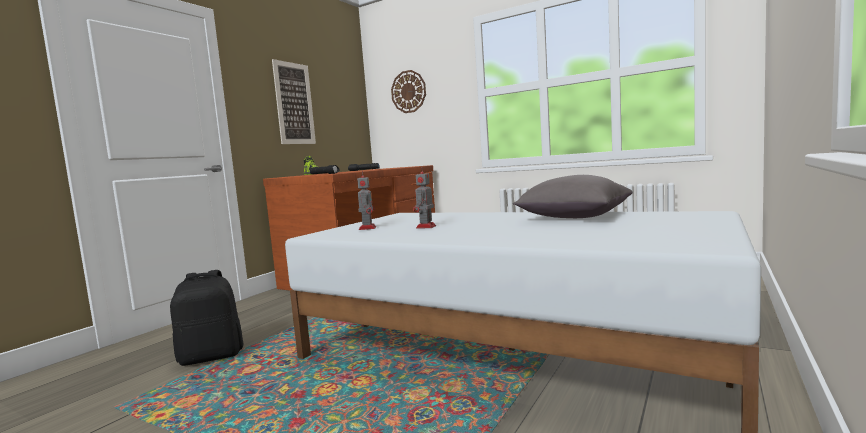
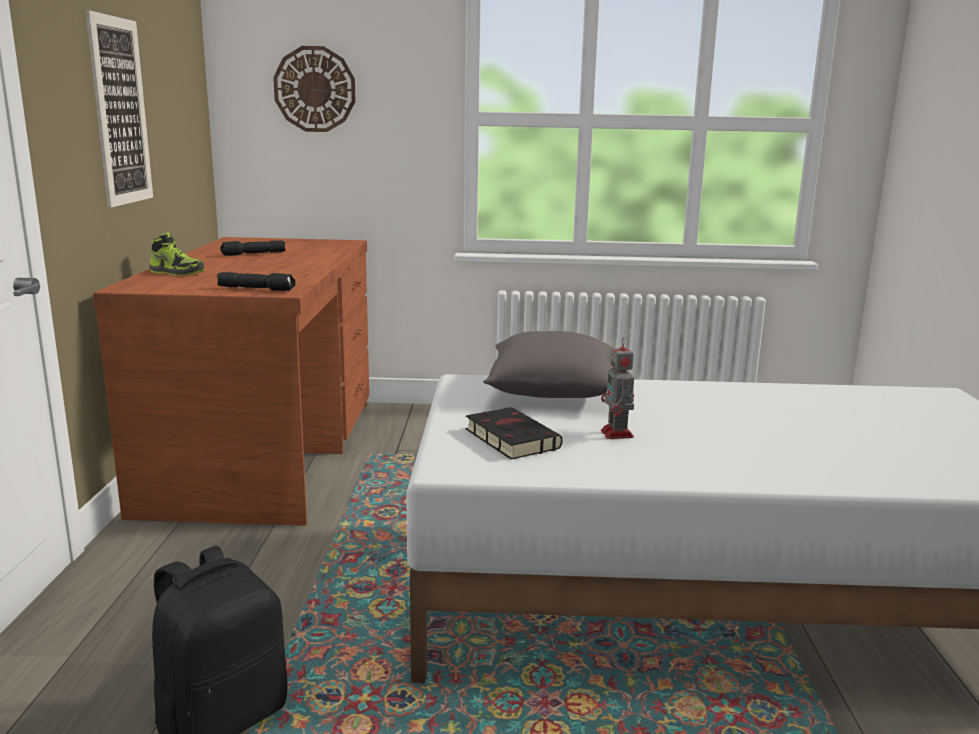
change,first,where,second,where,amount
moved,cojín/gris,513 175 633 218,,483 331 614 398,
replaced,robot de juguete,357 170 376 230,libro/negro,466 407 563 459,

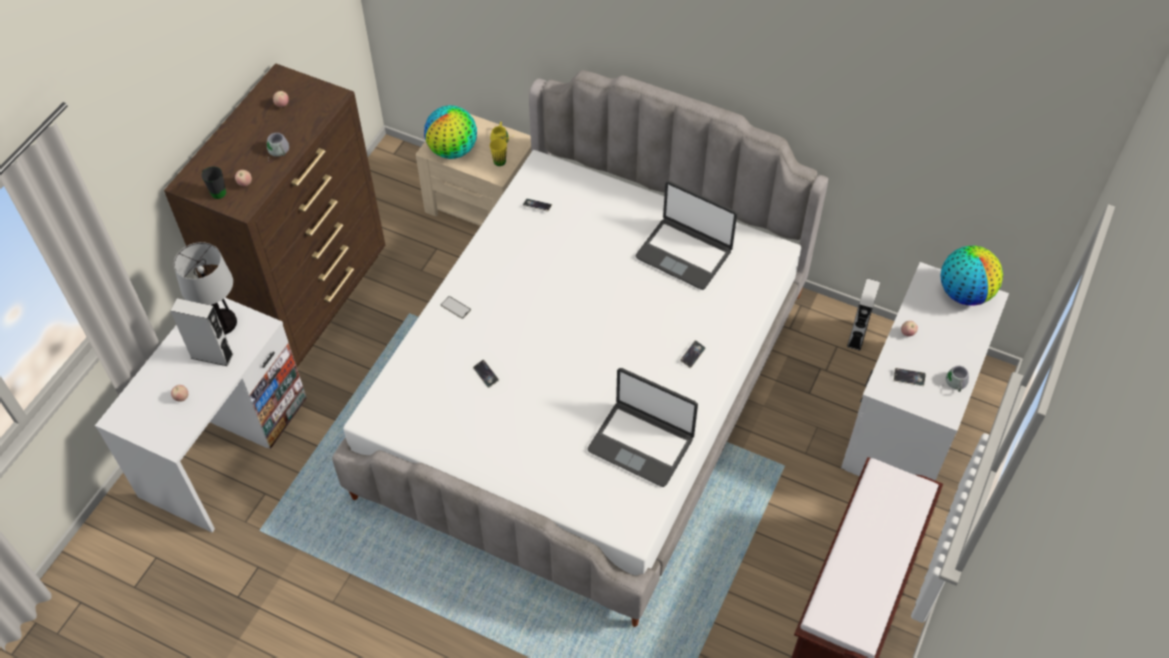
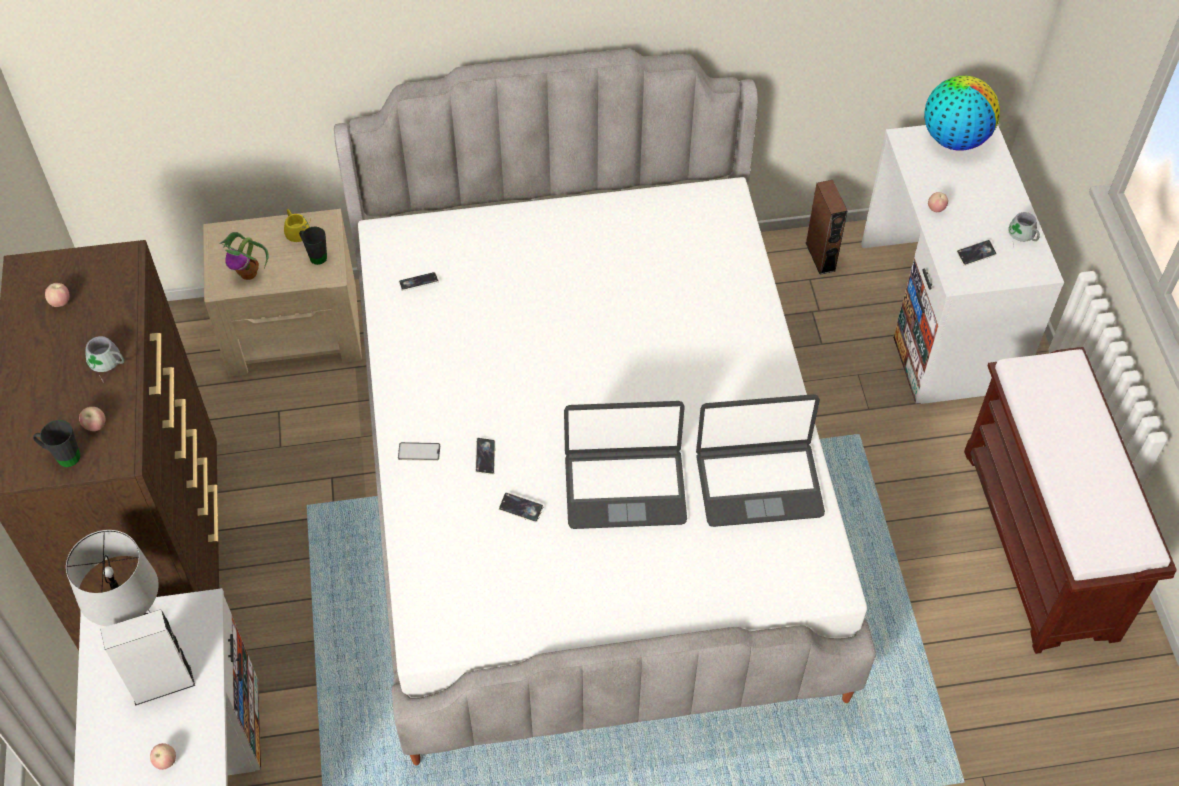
change,first,where,second,where,amount
moved,portátil,636 181 737 290,,564 401 687 529,
moved,móvil,680 340 706 368,,475 438 495 475,
replaced,globo terráqueo,424 105 477 159,planta en maceta,219 232 269 280,
recoloured,taza grande/amarillo,490 138 507 166,taza grande/negro,299 227 327 265,
recoloured,altavoz/gris,847 278 880 351,altavoz/marrón,806 180 847 275,

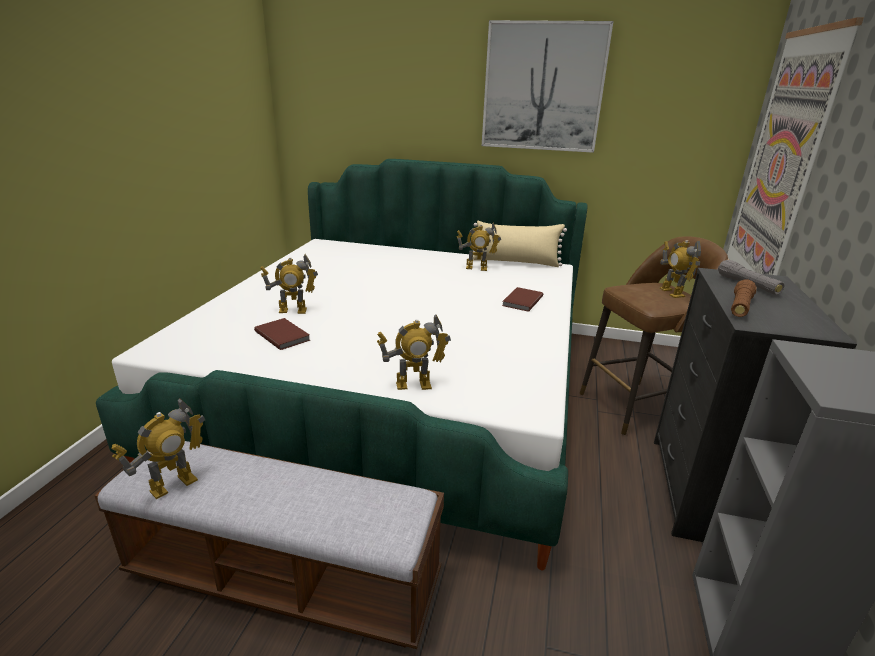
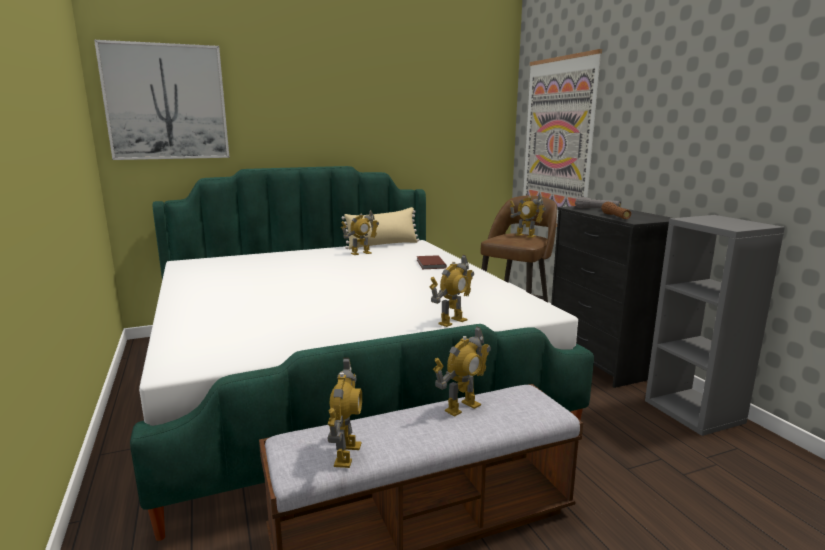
change,first,where,second,where,amount
removed,libro/marrón,254 318 310 350,,,
moved,robot de juguete,260 254 318 314,,433 326 491 417,
moved,cuadro,482 20 613 153,,94 40 230 160,

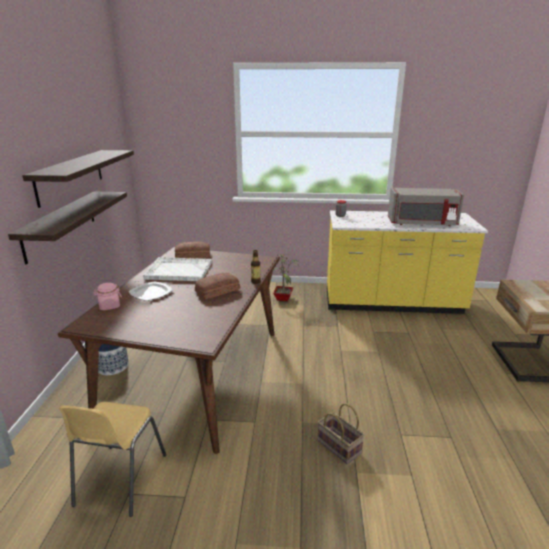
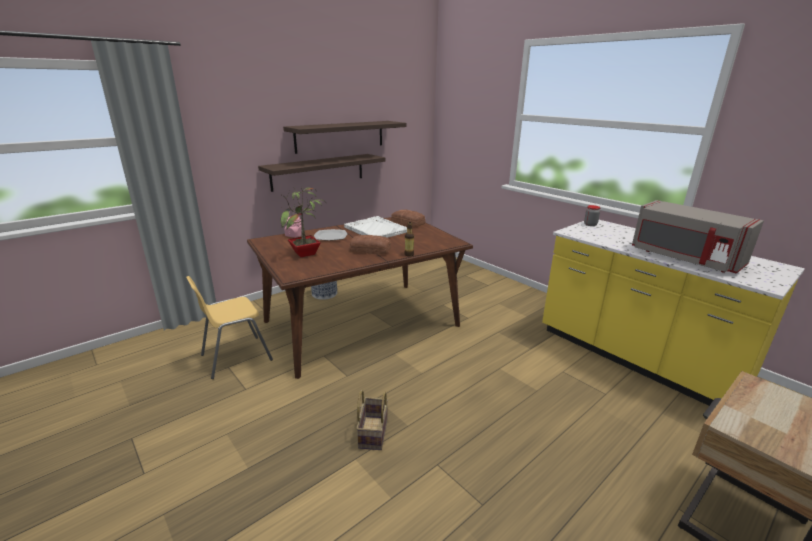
change,first,where,second,where,amount
moved,planta en maceta,273 254 299 301,,280 185 325 257,

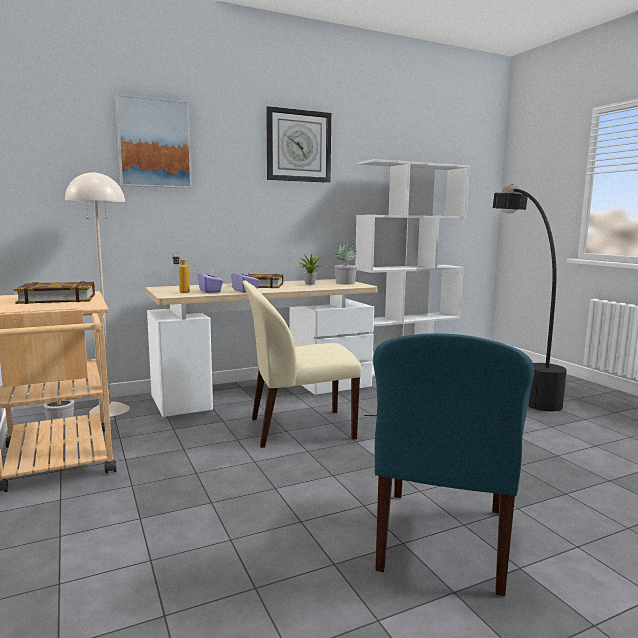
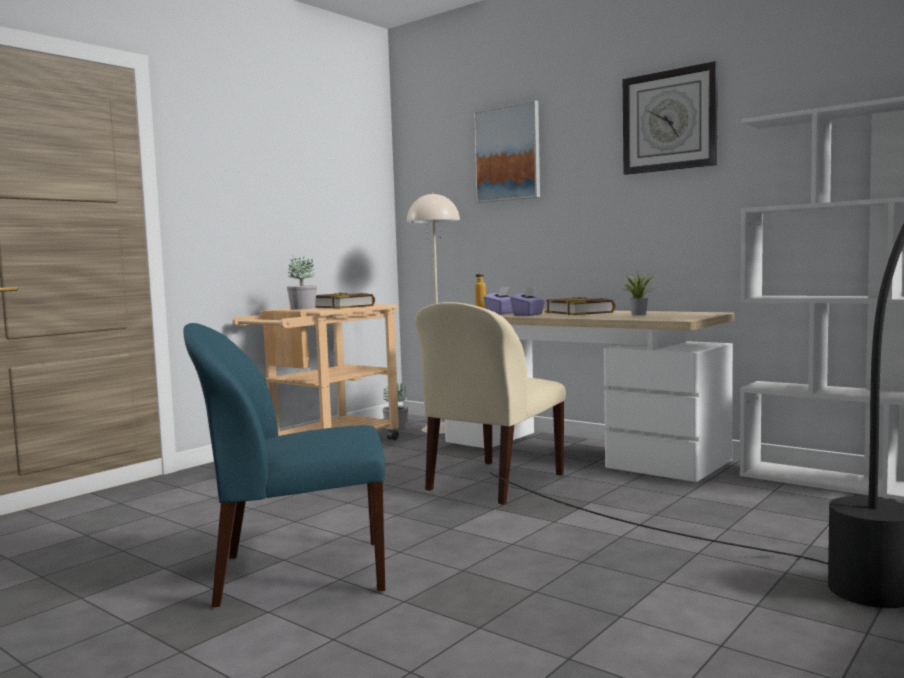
change,first,where,second,where,amount
moved,planta en maceta,334 242 357 285,,287 257 317 310,
turned,silla/beis,243 281 362 448,,415 302 566 505,105 degrees counterclockwise

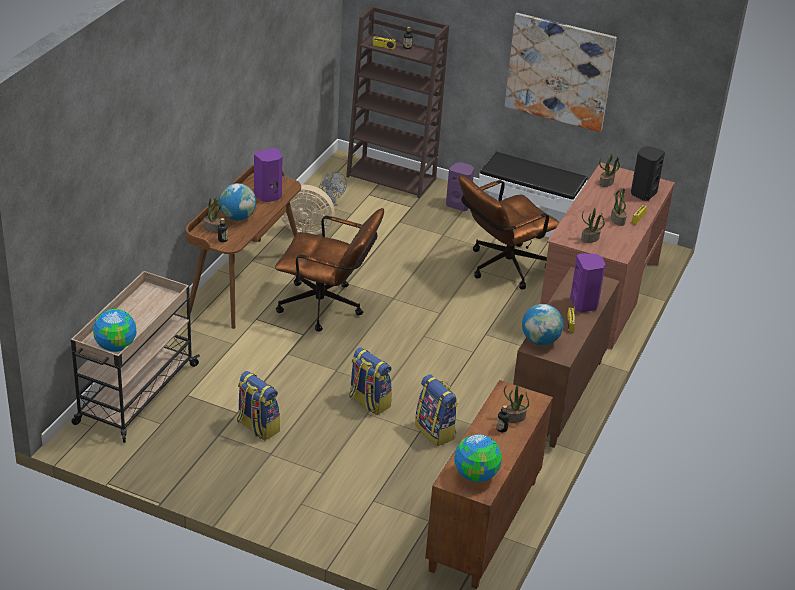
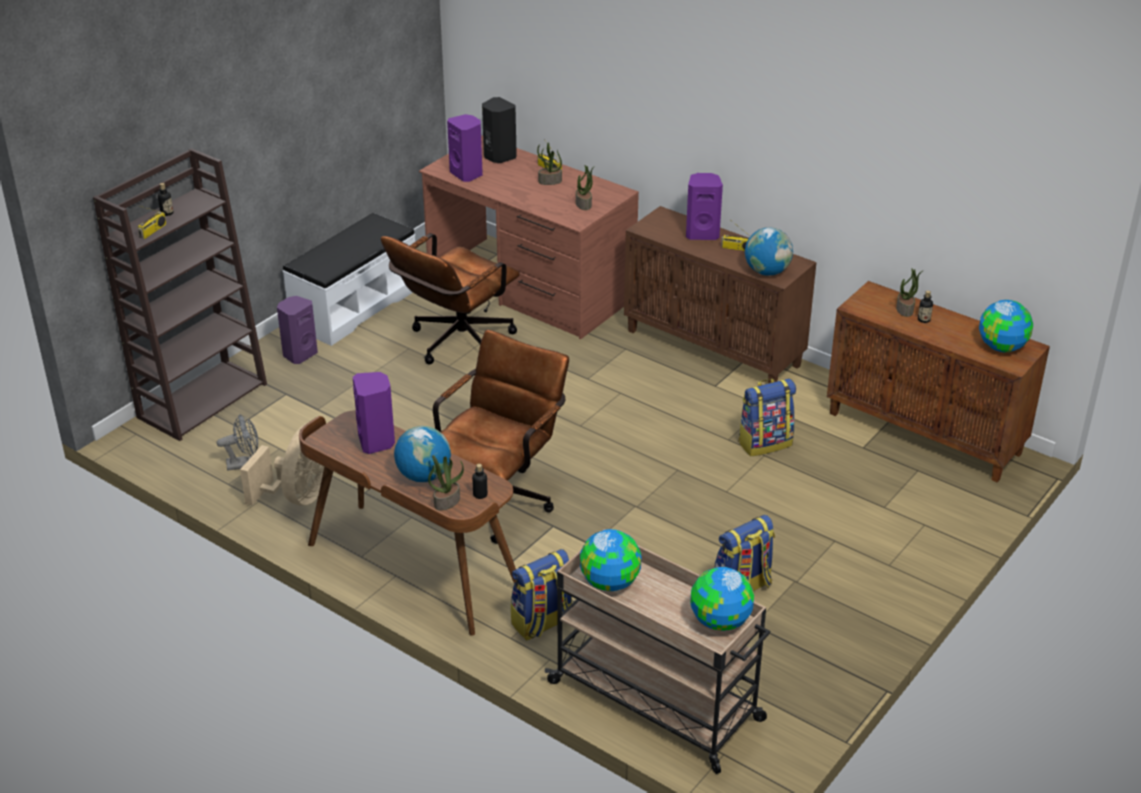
change,first,where,second,where,amount
removed,cuadro,505 13 617 132,,,
added,,,globo terráqueo,580 529 641 591,
moved,mochila,349 347 392 415,,511 549 572 641,
replaced,planta en maceta,599 153 620 187,altavoz/morado,447 114 482 182,
turned,silla de oficina/marrón,459 175 560 290,,381 233 520 364,60 degrees clockwise

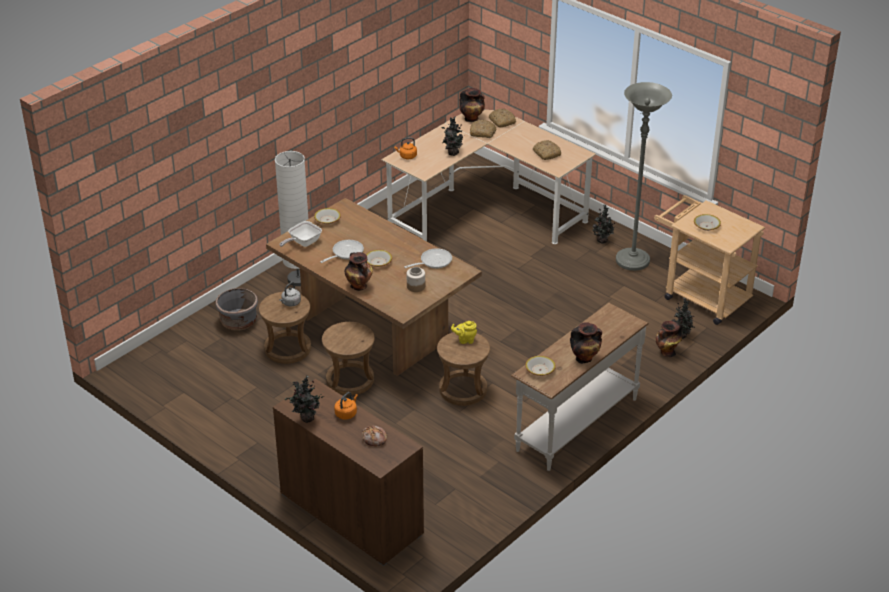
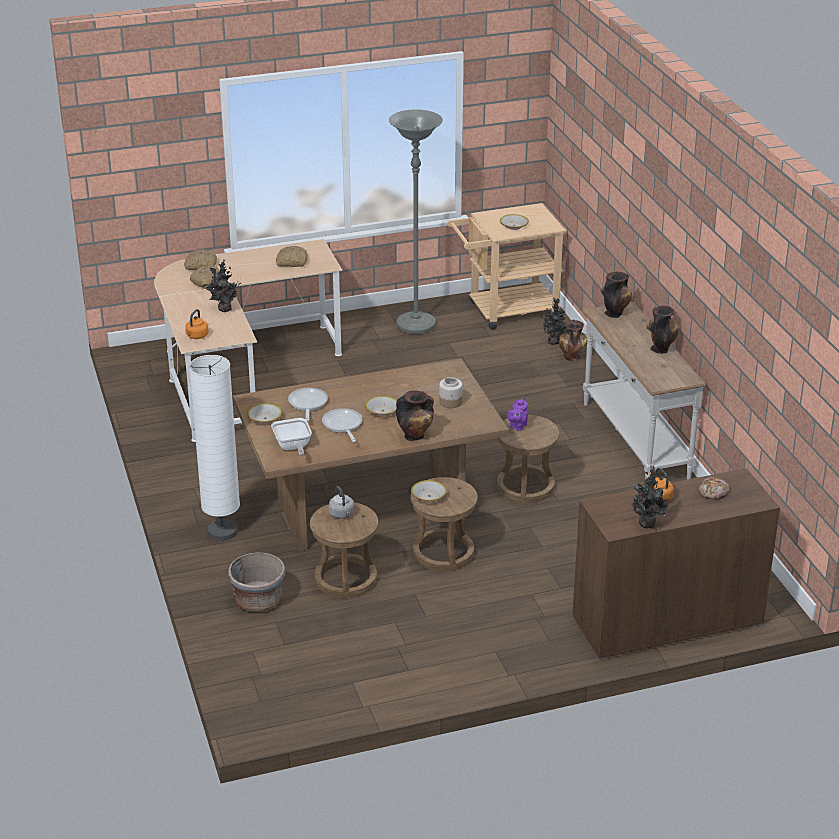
change,first,where,second,where,amount
removed,planta en maceta,593 205 615 243,,,
moved,sartén,404 248 452 269,,288 388 328 421,
moved,florero,460 88 485 122,,600 271 632 318,
moved,cuenco,525 356 556 376,,411 480 447 502,
recoloured,tetera/amarillo,451 321 477 344,tetera/morado,507 398 529 431,

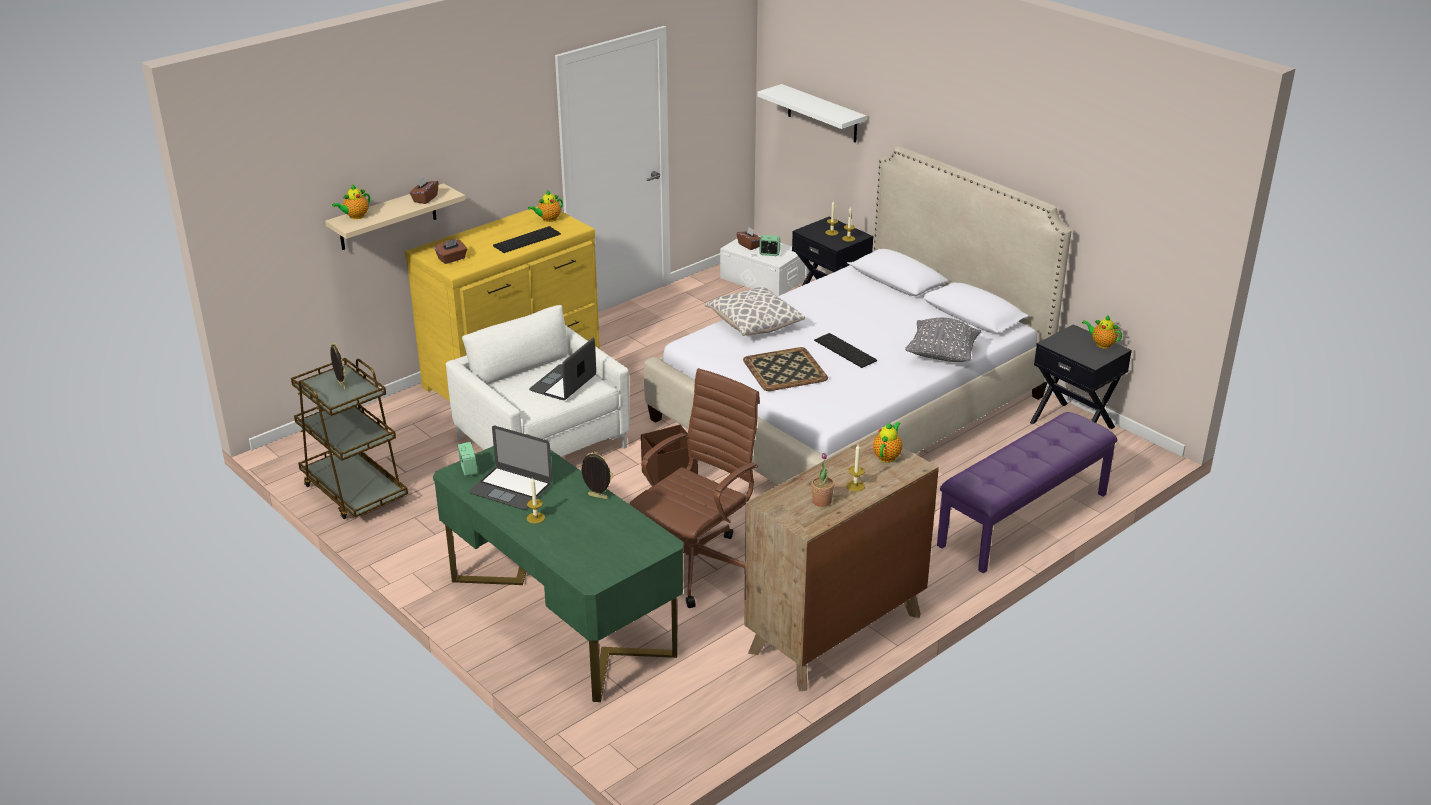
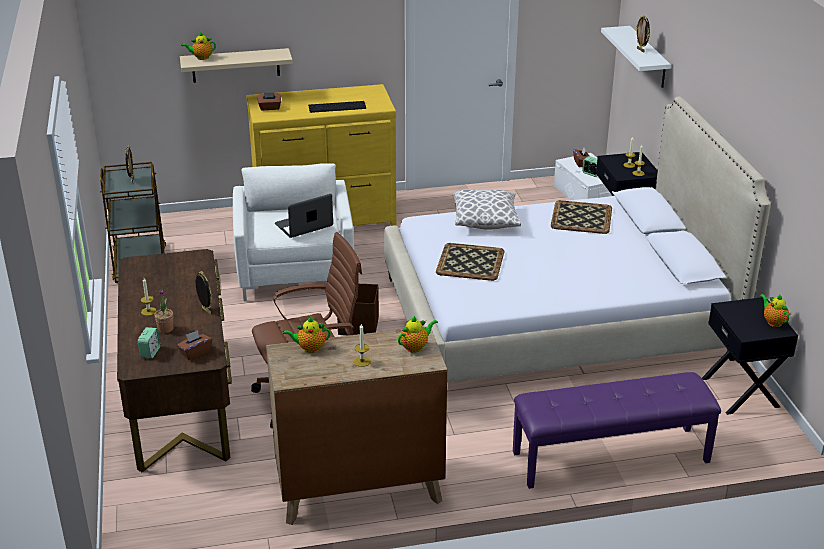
change,first,where,second,where,amount
removed,portátil,469 426 552 510,,,
removed,teclado,814 333 877 368,,,
removed,cojín/gris,905 318 981 362,,,
added,,,bandeja,551 200 612 234,
added,,,portarretratos,636 15 650 53,
moved,caja de pañuelos/marrón,410 176 439 204,,177 330 212 361,
moved,despertador,458 442 478 477,,138 327 161 358,
moved,tetera,528 190 563 222,,283 316 331 353,
moved,planta en maceta,811 453 834 507,,154 289 173 333,
recoloured,escritorio/verde,433 434 684 702,escritorio/marrón,117 249 232 472,

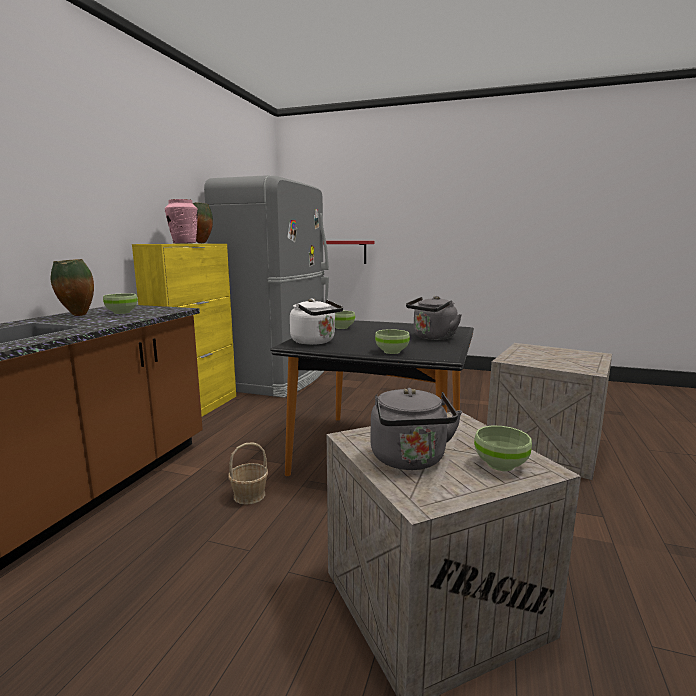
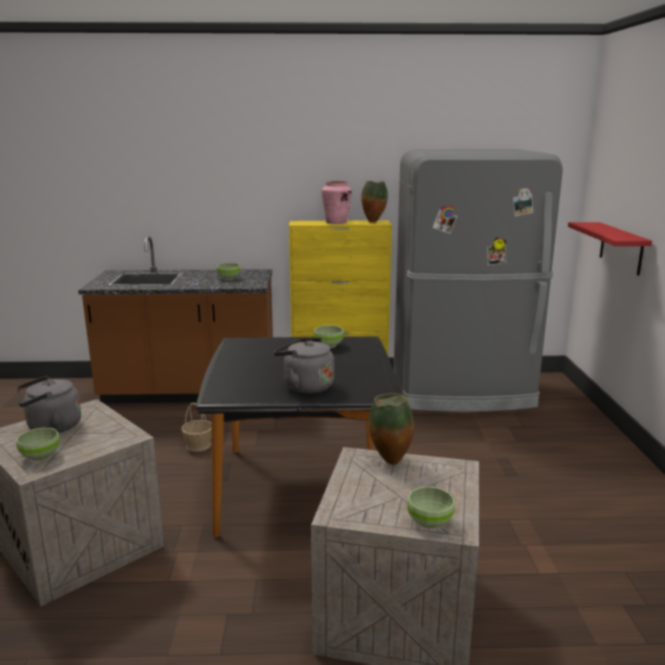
change,first,where,second,where,amount
removed,hervidor/blanco,290 298 343 345,,,
moved,florero,51 259 94 316,,368 393 414 465,
moved,cuenco/verde,375 329 410 354,,407 487 455 529,

